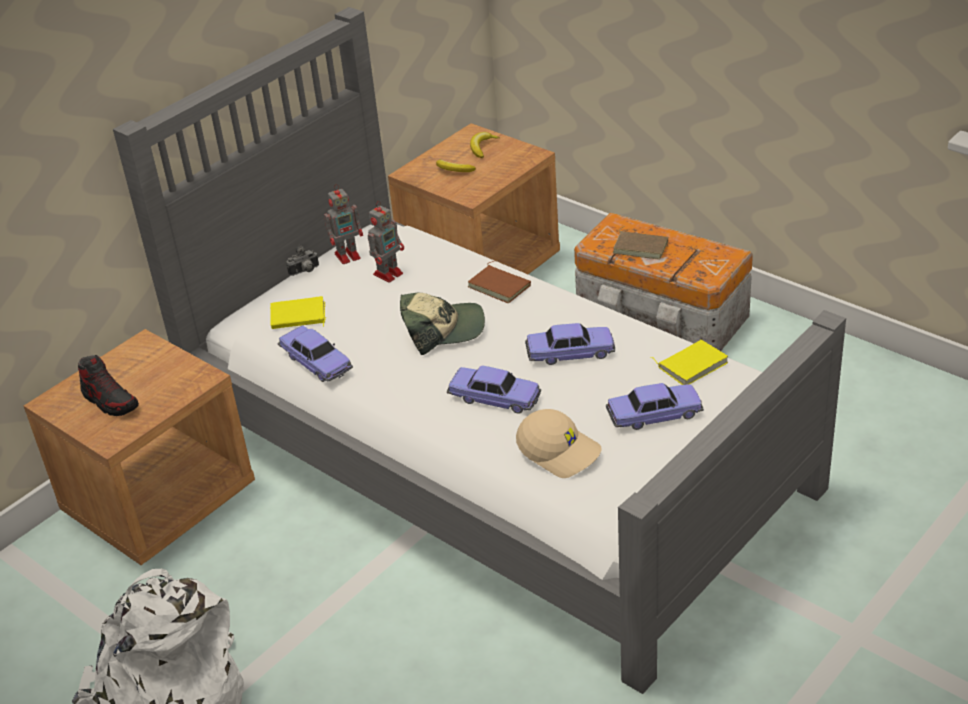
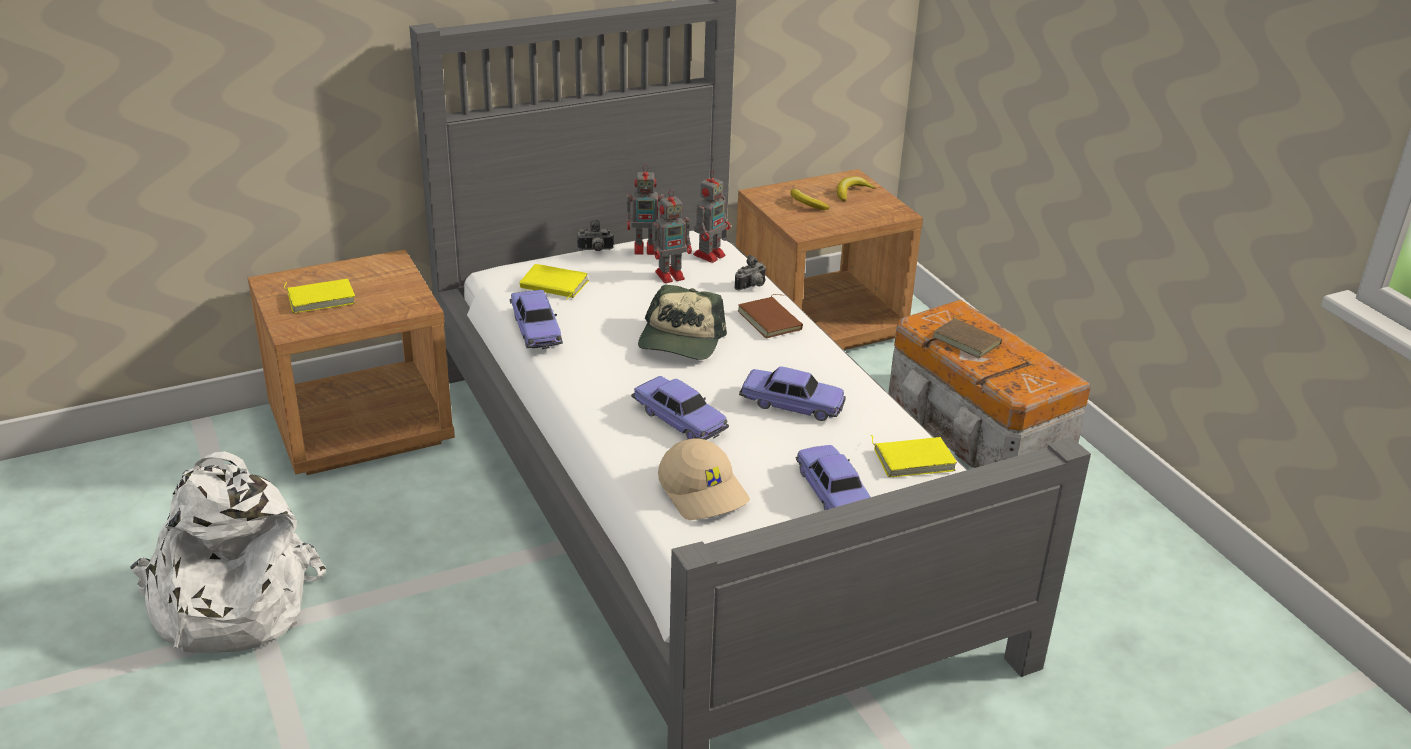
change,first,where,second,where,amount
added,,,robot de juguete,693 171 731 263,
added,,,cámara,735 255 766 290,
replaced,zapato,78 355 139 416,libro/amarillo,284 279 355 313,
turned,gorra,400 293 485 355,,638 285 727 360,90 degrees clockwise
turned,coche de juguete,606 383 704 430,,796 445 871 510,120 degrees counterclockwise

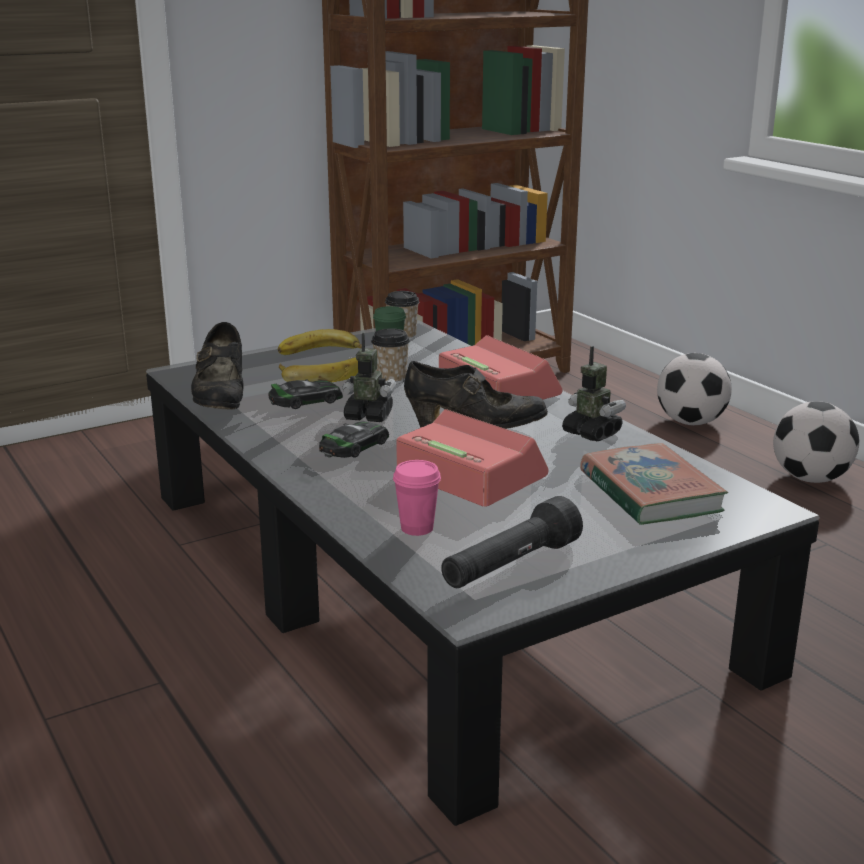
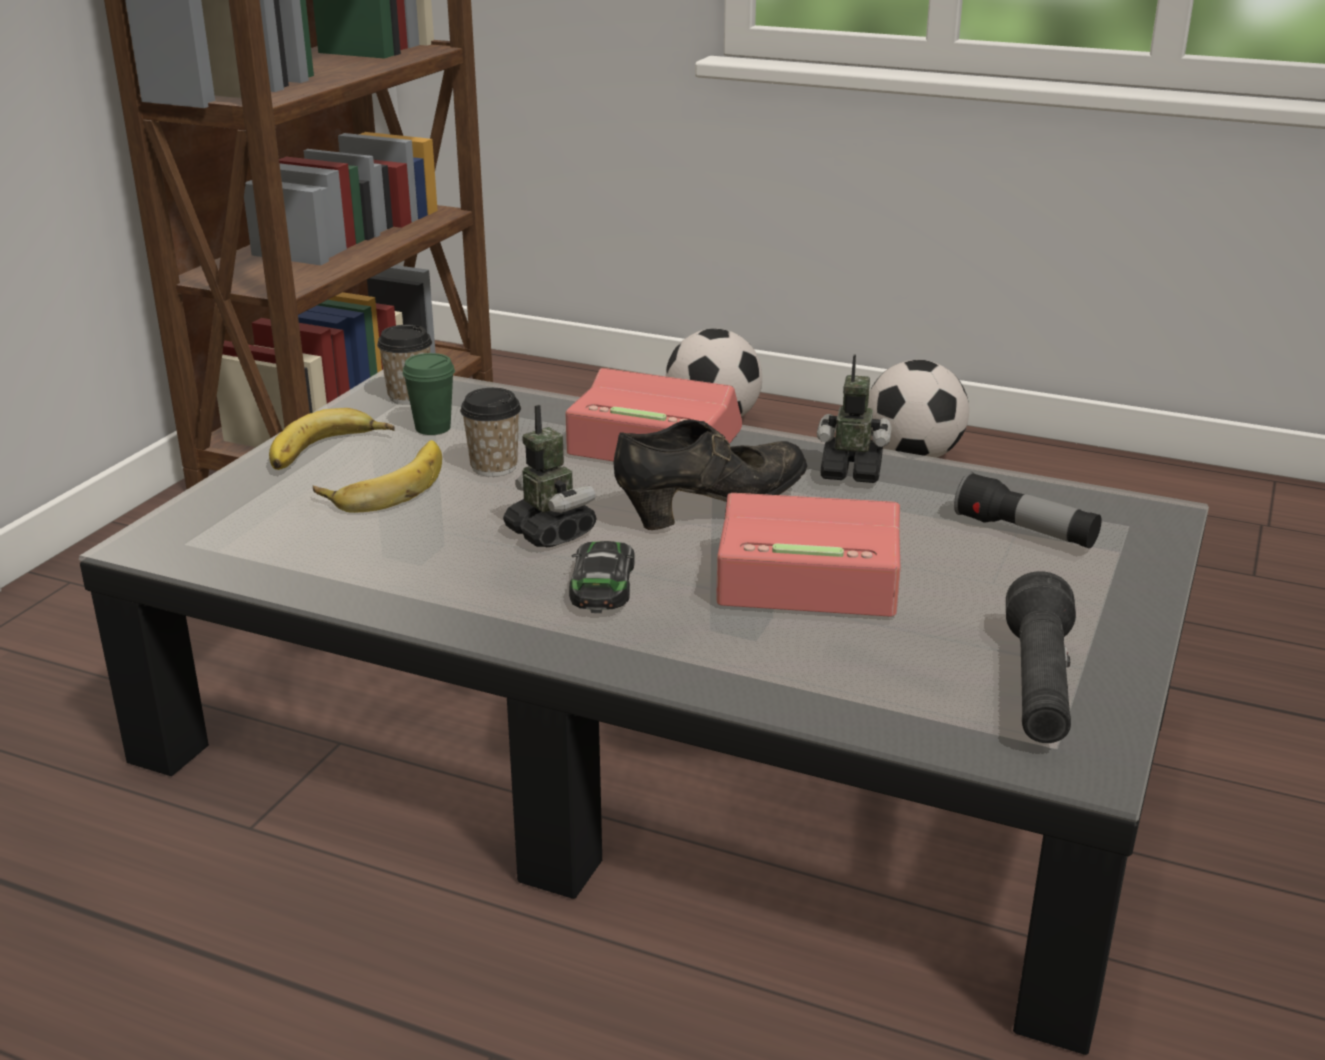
change,first,where,second,where,amount
removed,zapato/negro,191 322 243 409,,,
removed,coche de juguete,268 379 343 409,,,
removed,taza/rosa,393 460 441 536,,,
replaced,libro,580 443 728 525,linterna,954 471 1102 548,
turned,robot de juguete,343 333 396 422,,503 405 597 547,75 degrees clockwise

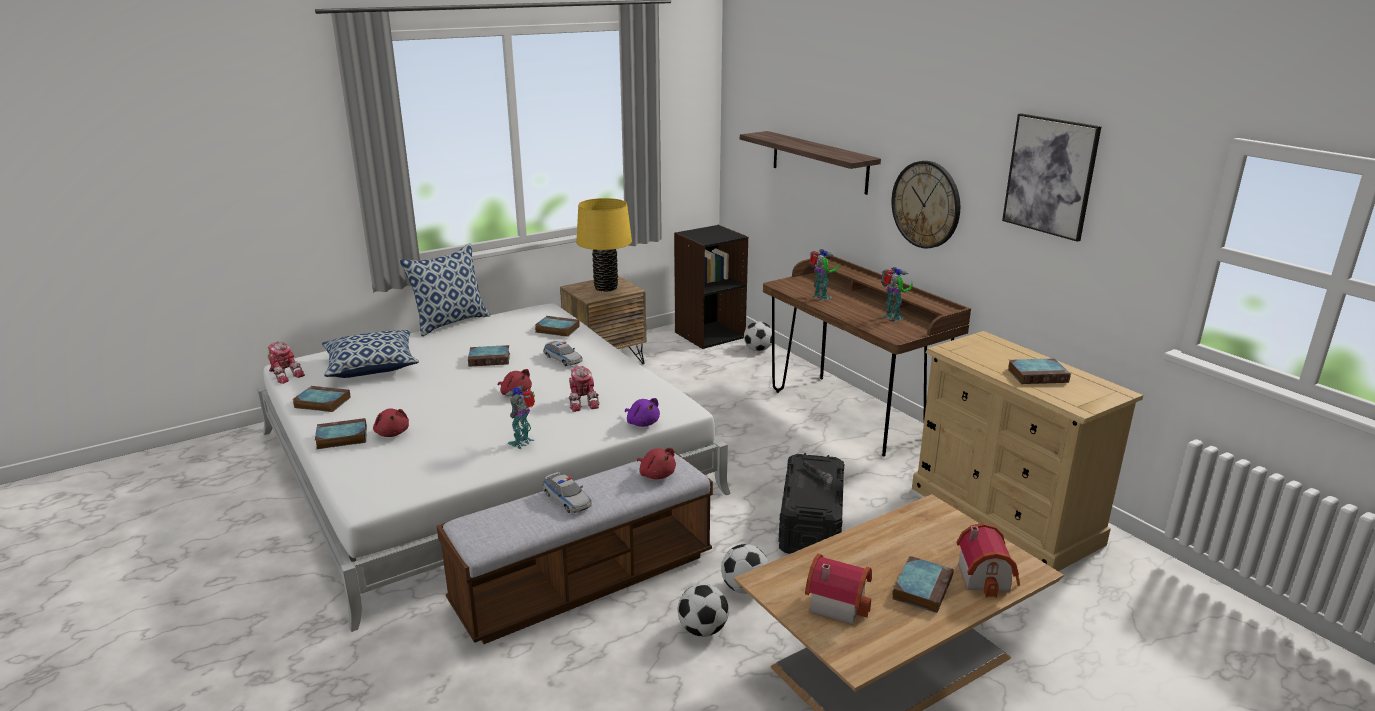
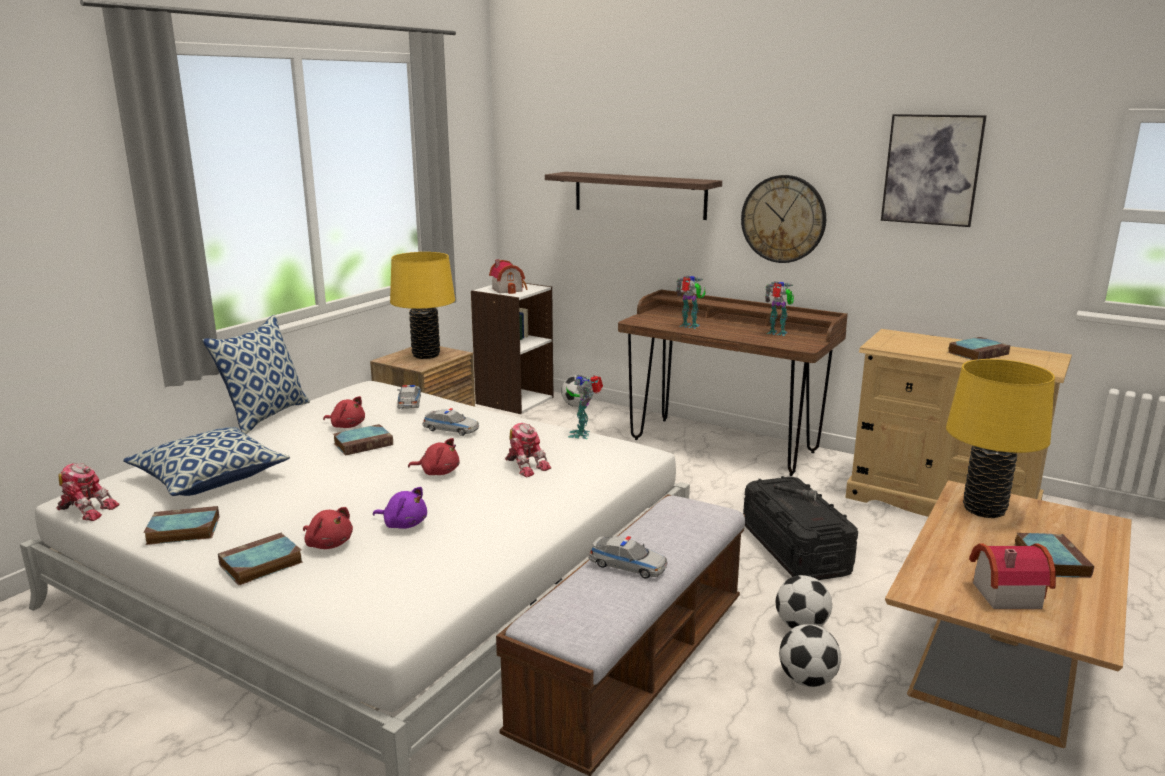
change,first,where,second,where,amount
added,,,lámpara de mesa/amarillo,946 359 1055 518,
moved,robot de juguete,505 385 535 449,,566 375 603 439,
moved,peluche/morado,625 398 660 427,,373 487 427 529,
moved,peluche/rojo,637 448 676 479,,323 396 365 428,
moved,casita,957 523 1020 598,,489 259 528 294,
replaced,libro,535 316 580 337,coche de juguete,397 385 422 409,
recoloured,estantería/negro,674 225 748 349,estantería/blanco,471 283 554 414,

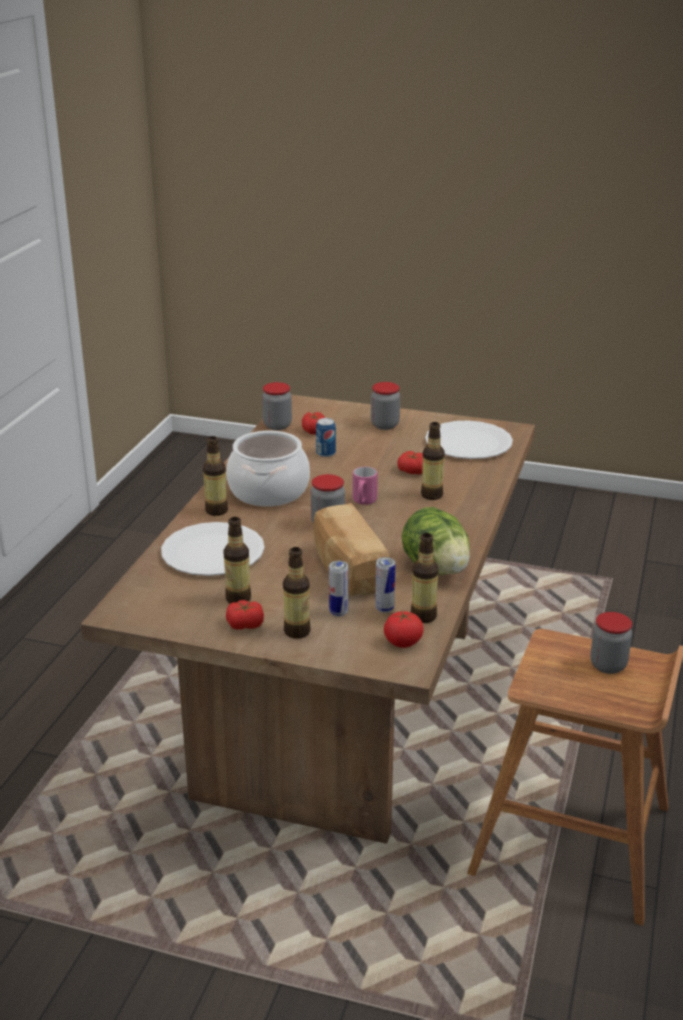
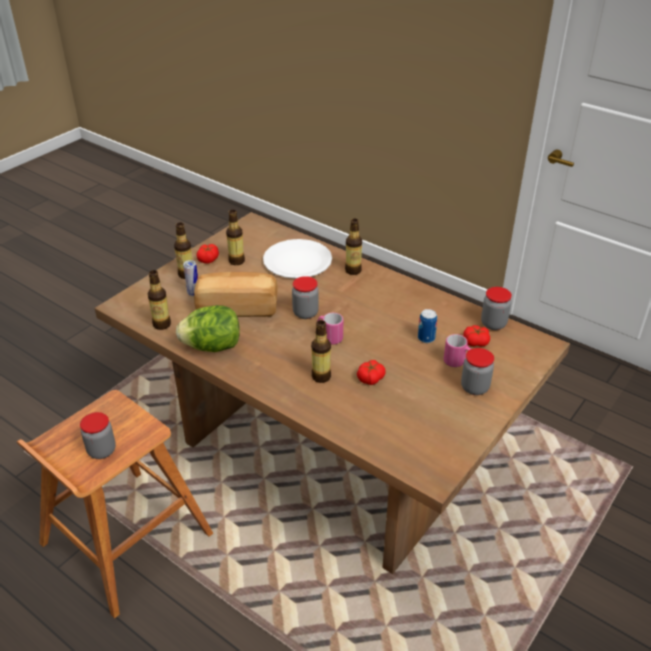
change,first,where,second,where,amount
removed,olla,226 431 310 507,,,
removed,lata,375 557 395 613,,,
removed,tomate,384 611 424 648,,,
removed,plato/blanco,425 421 513 459,,,
added,,,taza grande/rosa,444 334 471 367,

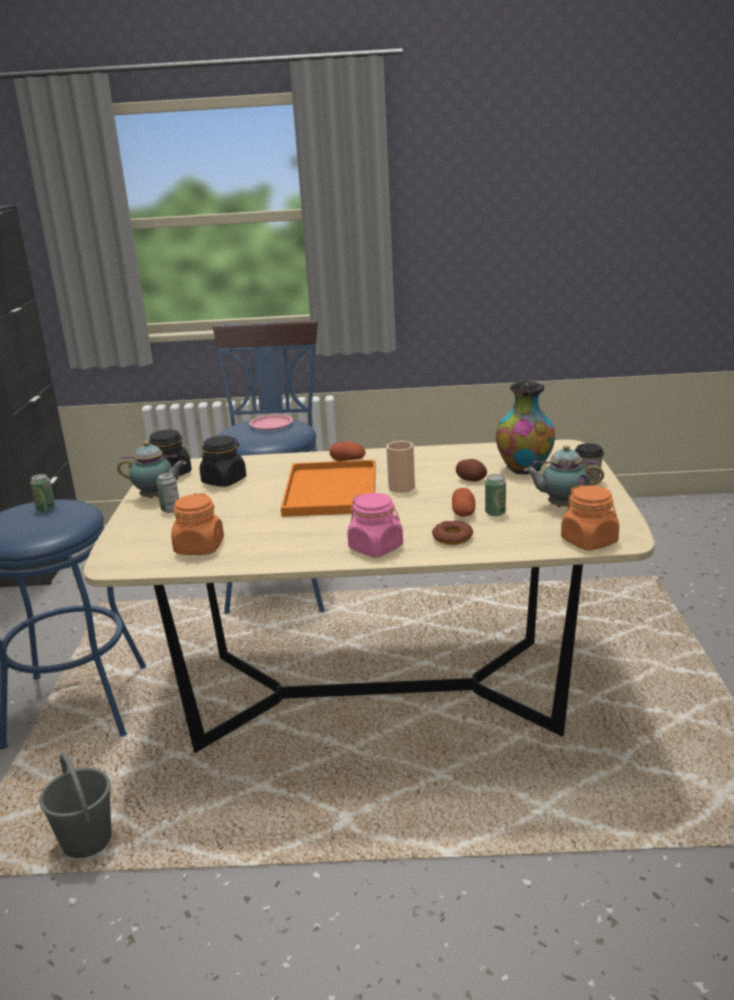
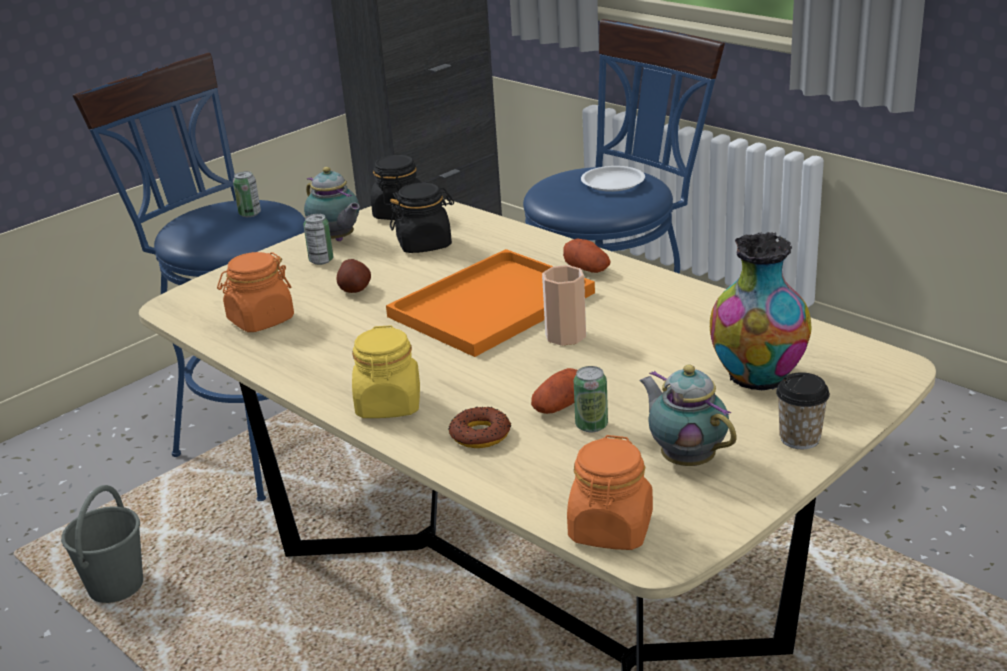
change,first,where,second,where,amount
moved,patata,456 459 487 482,,336 259 371 293,
recoloured,plato/rosa,249 415 293 430,plato/blanco,581 166 645 192,
recoloured,tarro/rosa,347 493 403 557,tarro/amarillo,352 325 420 418,

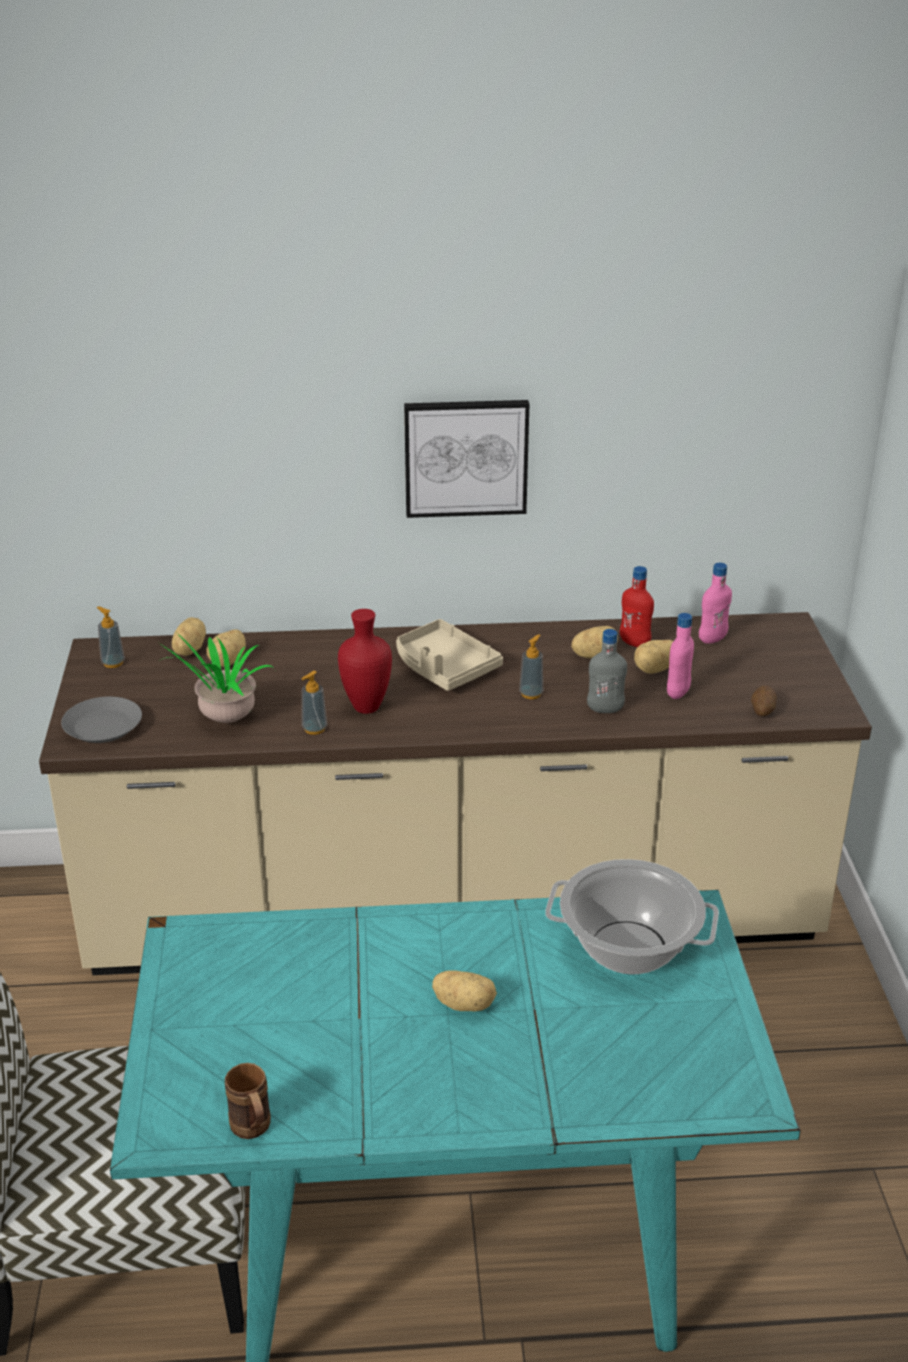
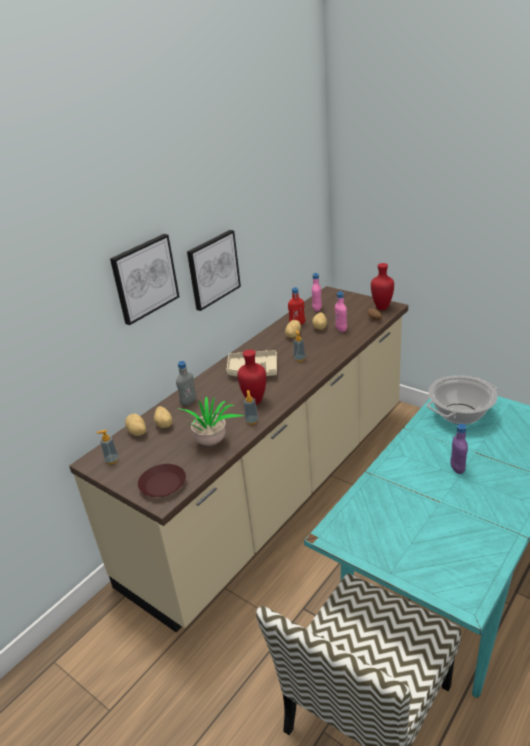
change,first,where,second,where,amount
removed,taza grande/marrón,225 1063 271 1139,,,
added,,,cuadro,110 234 179 325,
added,,,florero/rojo,371 263 394 310,
moved,botella/gris,587 629 627 713,,176 361 197 406,
replaced,patata,432 970 497 1011,botella/morado,450 424 468 474,
recoloured,plato/gris,61 697 142 743,plato/marrón,138 464 186 497,

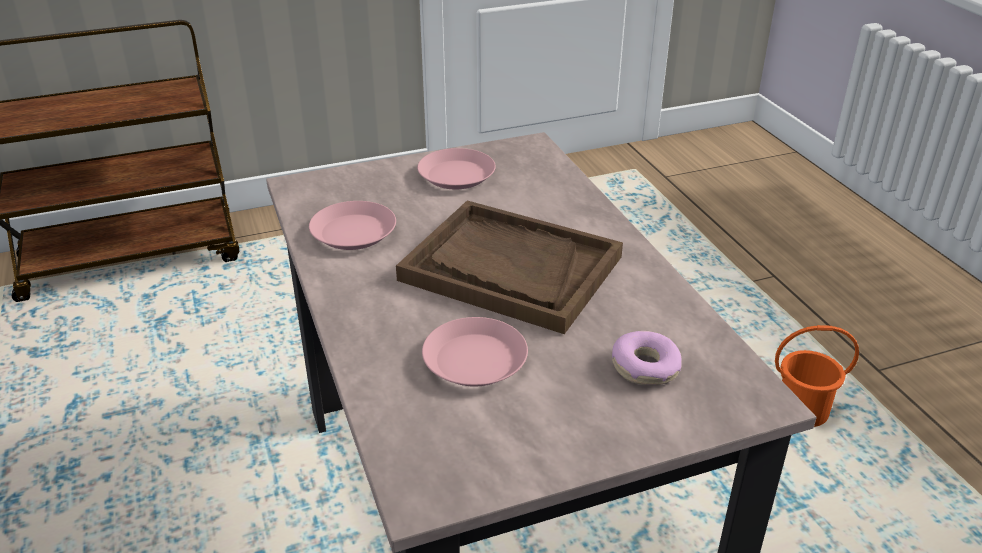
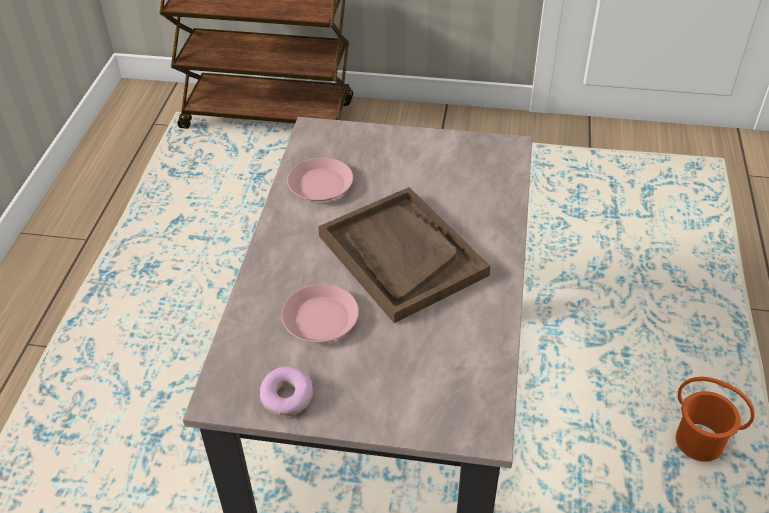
change,first,where,second,where,amount
removed,plato/rosa,417 148 496 189,,,
moved,rosquilla,612 331 682 385,,260 366 313 416,

